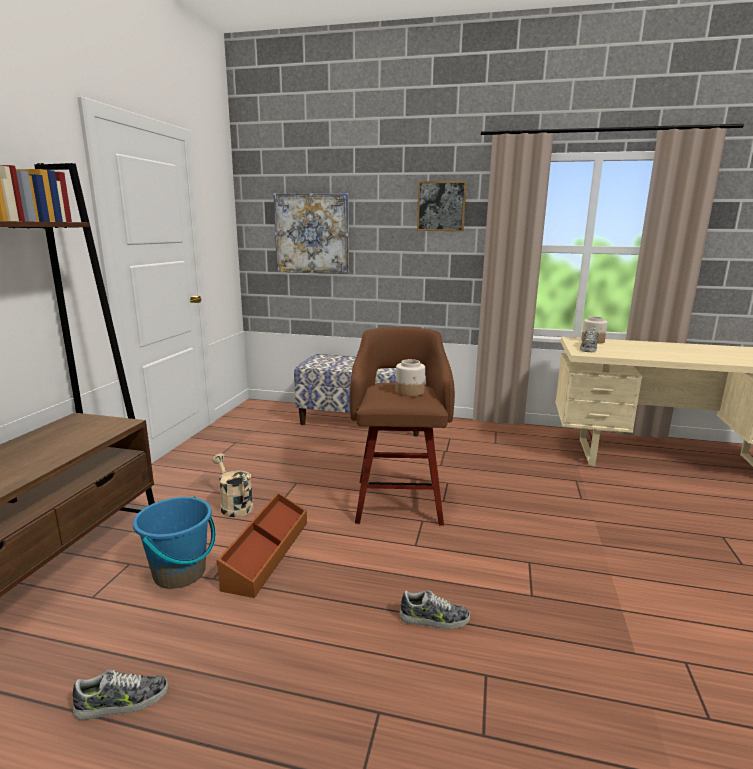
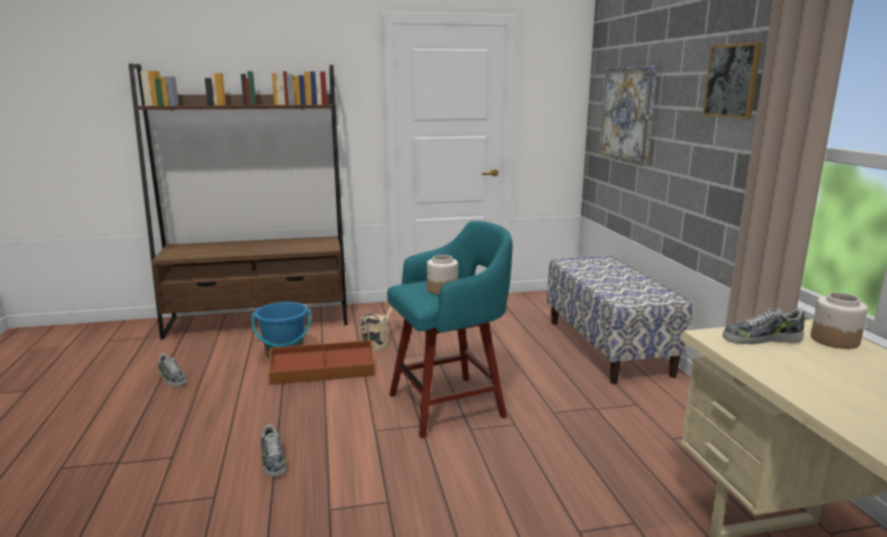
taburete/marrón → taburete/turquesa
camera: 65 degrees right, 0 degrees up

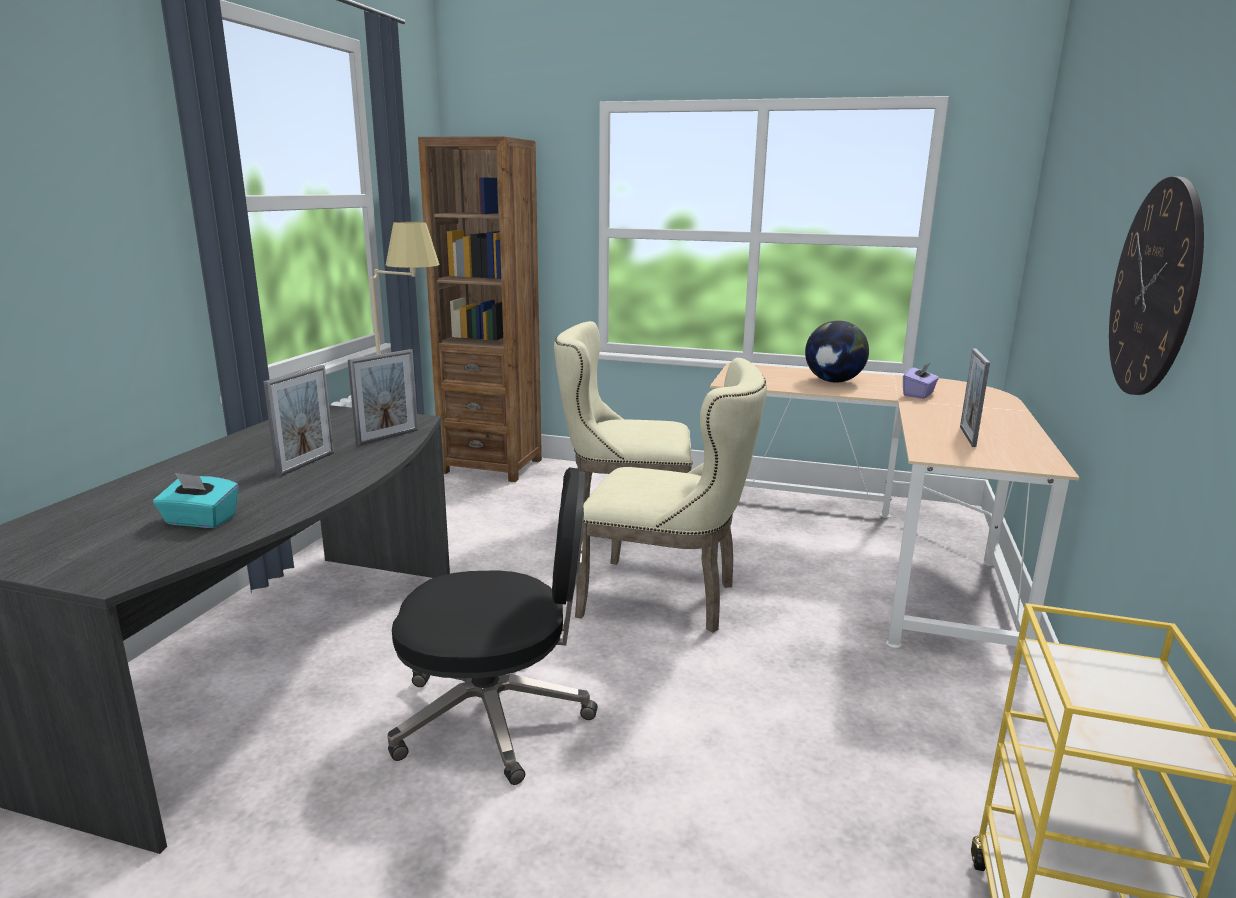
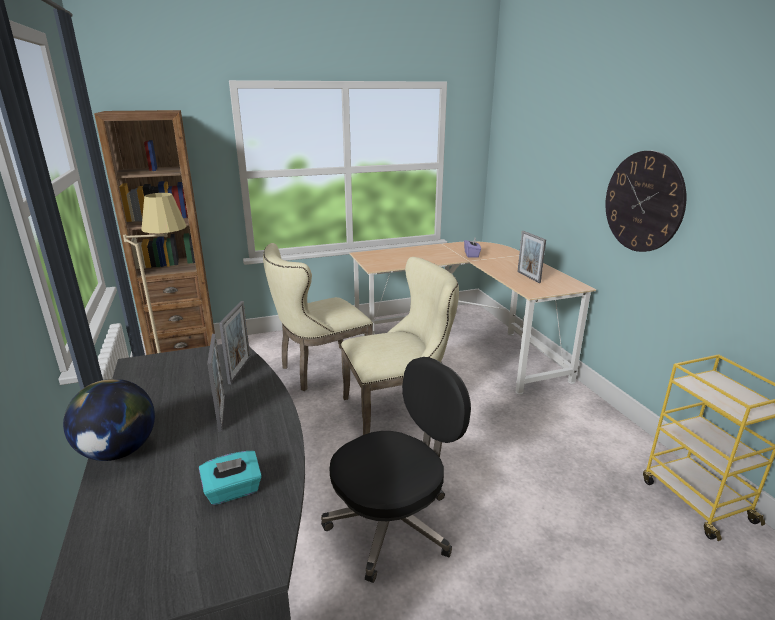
globo terráqueo, shifted
camera: 35 degrees left, 5 degrees up

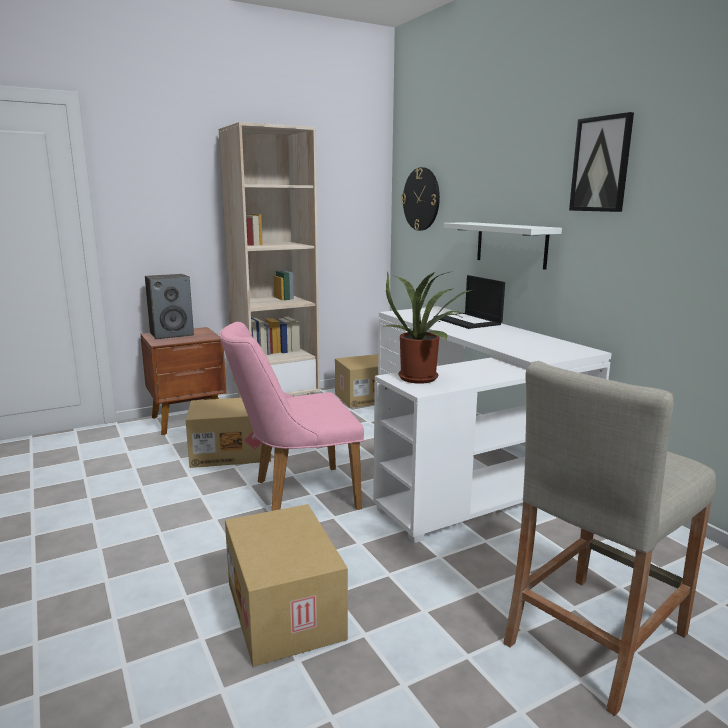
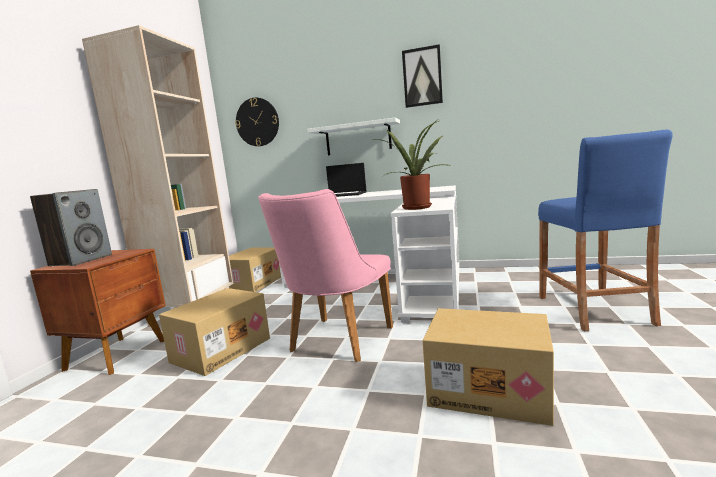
taburete/beis → taburete/azul
camera: 45 degrees left, 5 degrees down

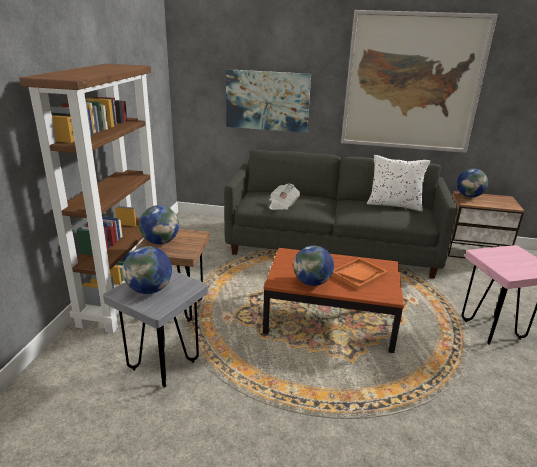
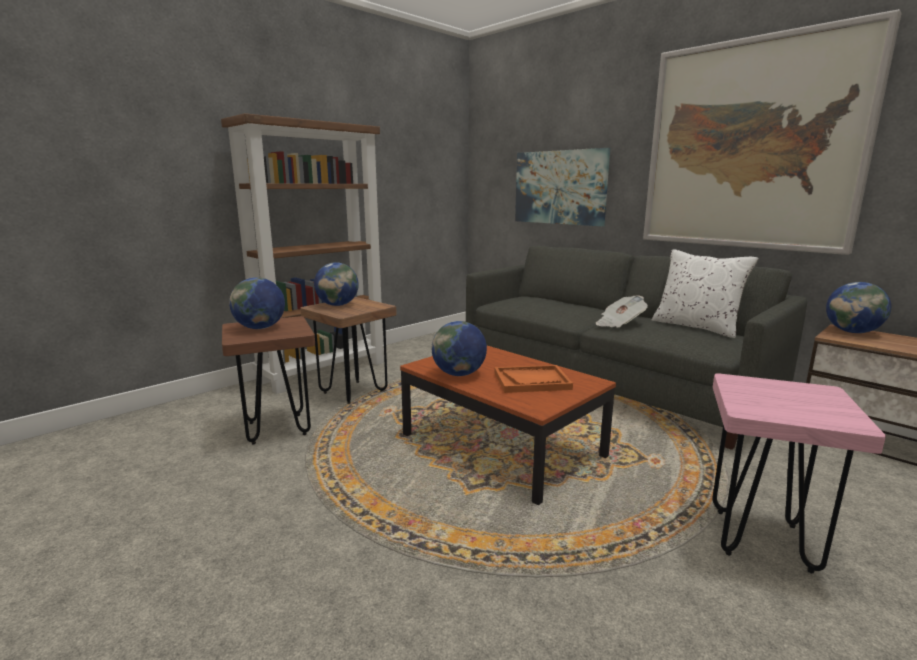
taburete/gris → taburete/marrón (no. 1 from left)
periódico, shifted
camera: 35 degrees right, 10 degrees down

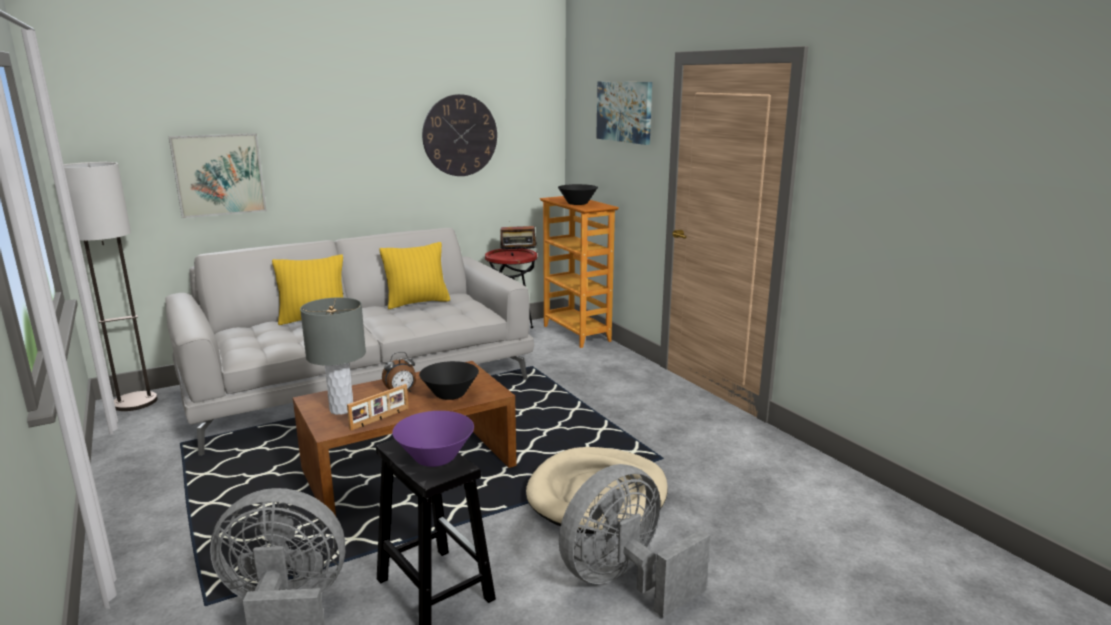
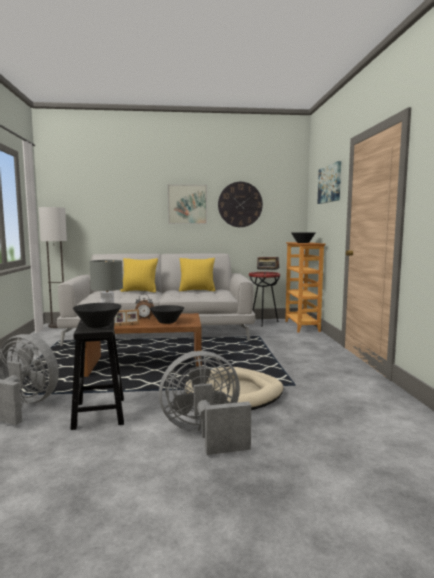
cuadro (no. 1 from left), shifted
cuenco/morado → cuenco/negro (no. 1 from left)
camera: 25 degrees right, 10 degrees down

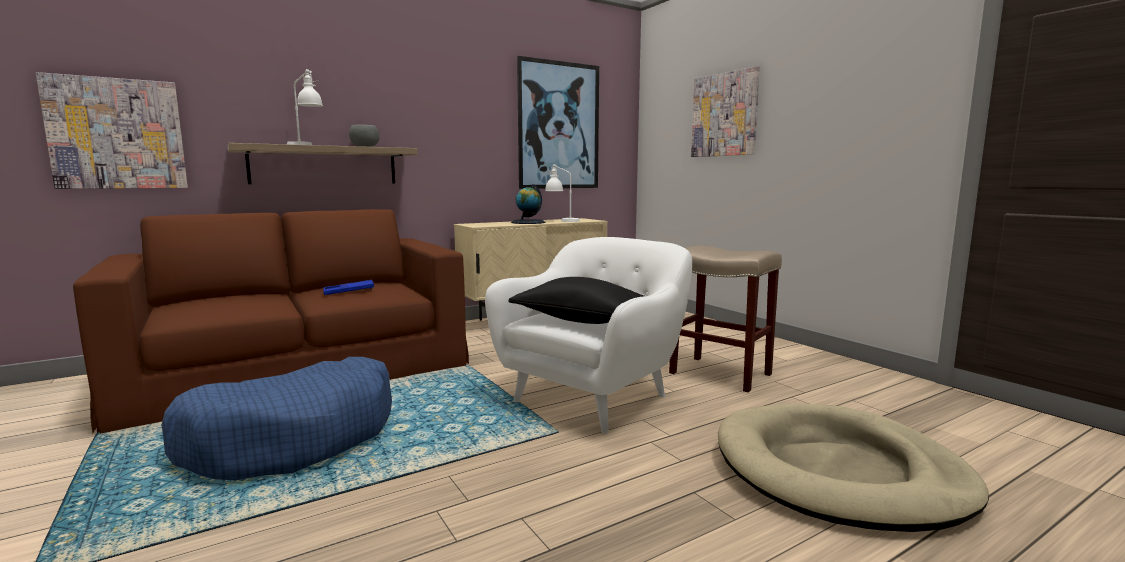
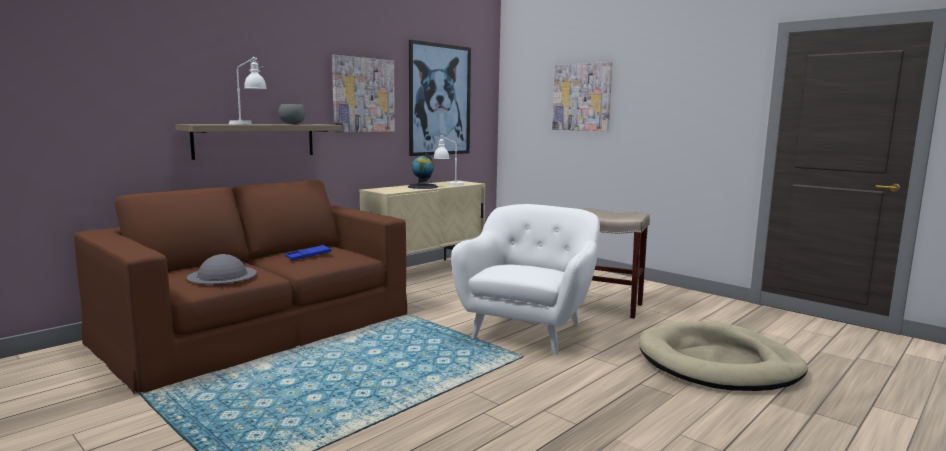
cuadro (no. 1 from left), shifted
cama para perro/azul → -
cojín/negro → -
- → sombrero/gris
camera: 15 degrees left, 0 degrees up

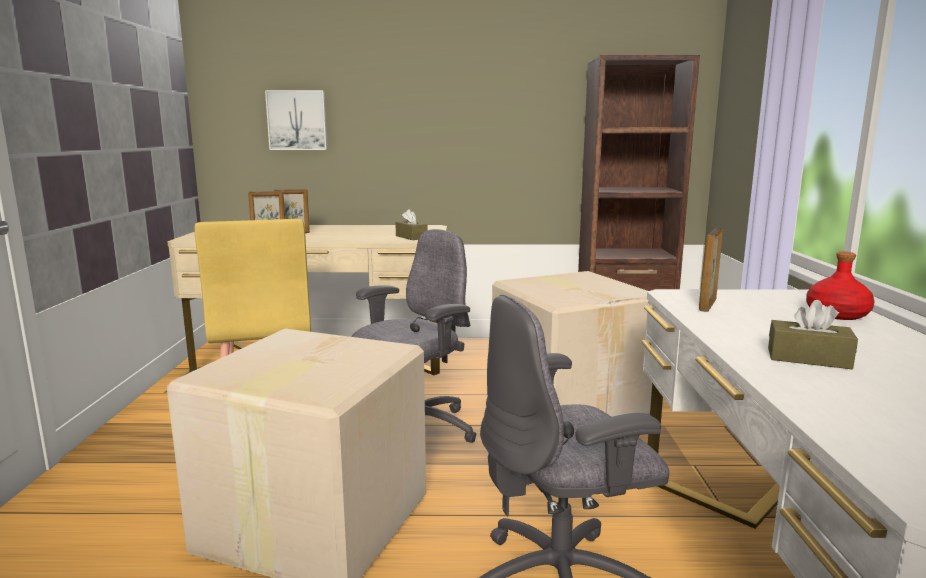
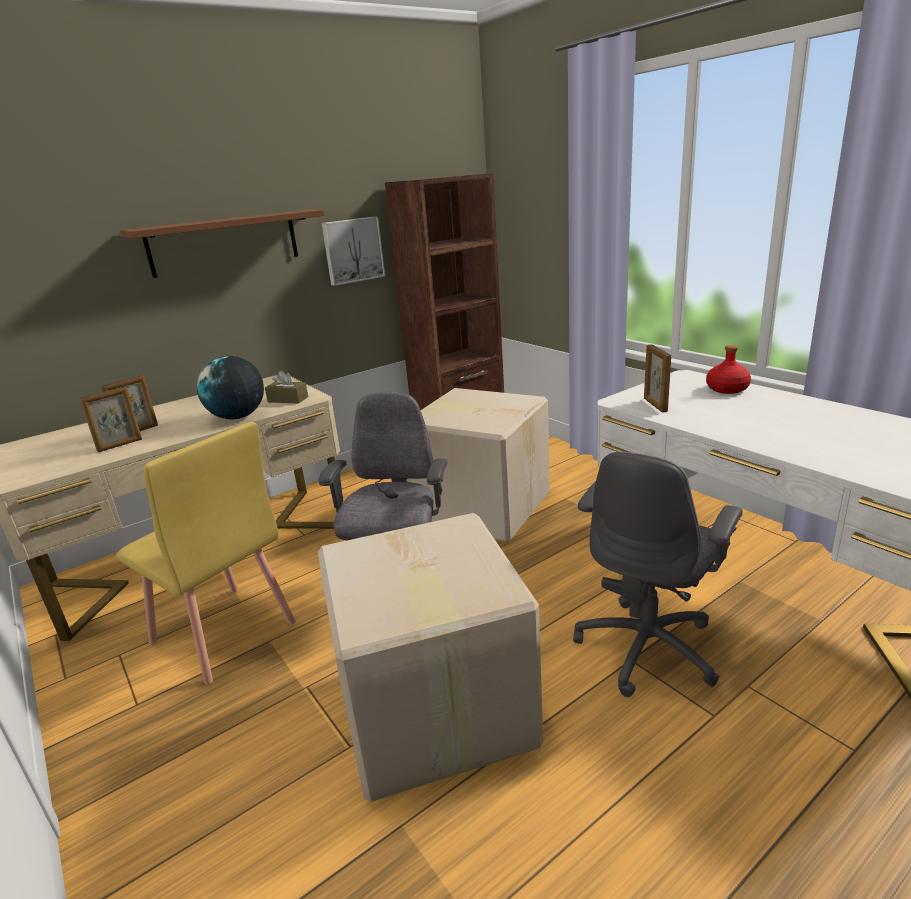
cuadro, shifted
caja de pañuelos/marrón (no. 2 from left) → -
- → estante/marrón
- → globo terráqueo
camera: 35 degrees left, 10 degrees up

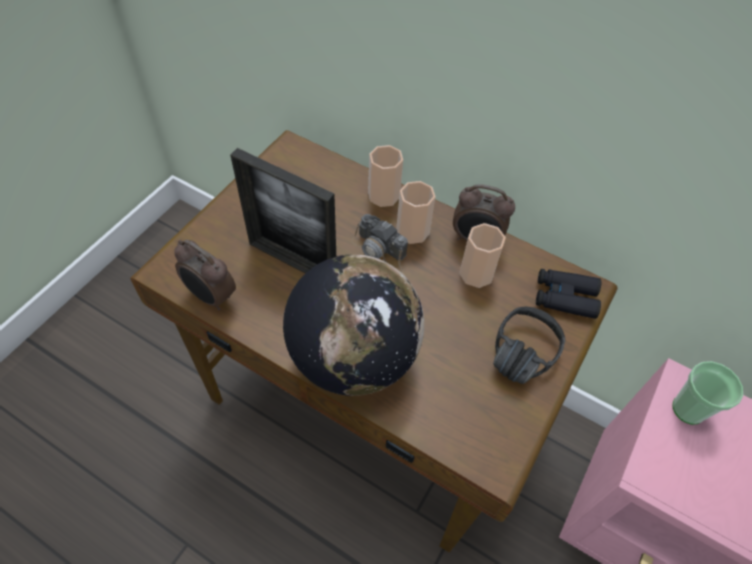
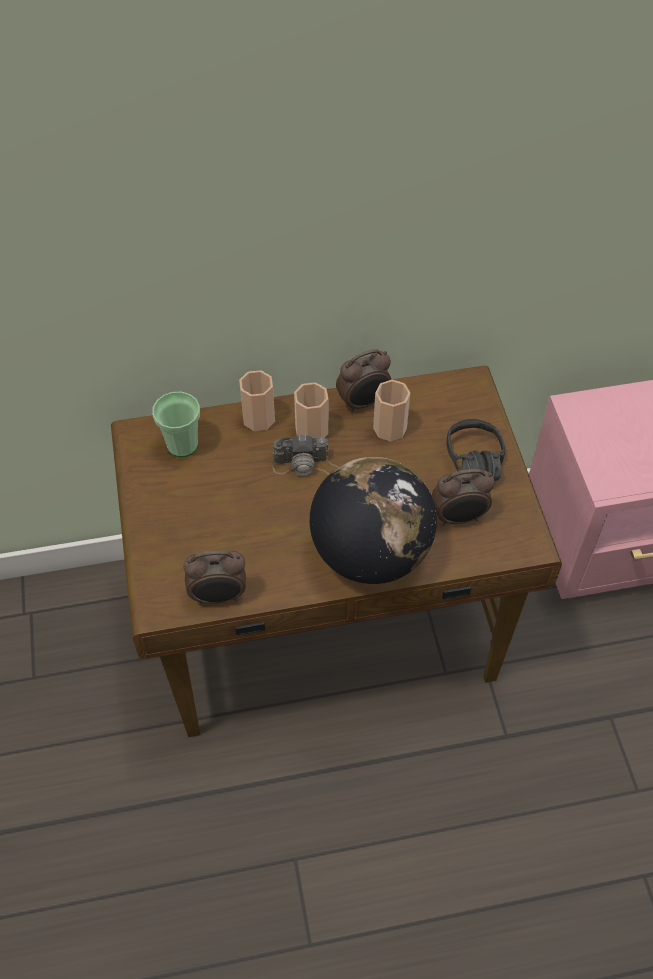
portarretratos → -
prismáticos/negro → -
taza (no. 4 from left in the first image) → taza (no. 1 from left), shifted
- → despertador (no. 3 from left)
camera: 40 degrees left, 0 degrees up

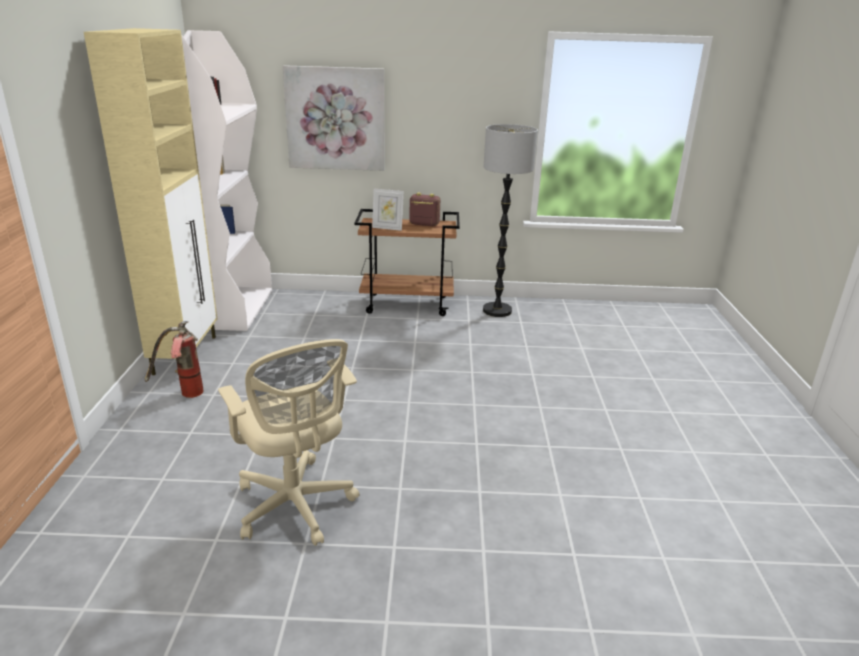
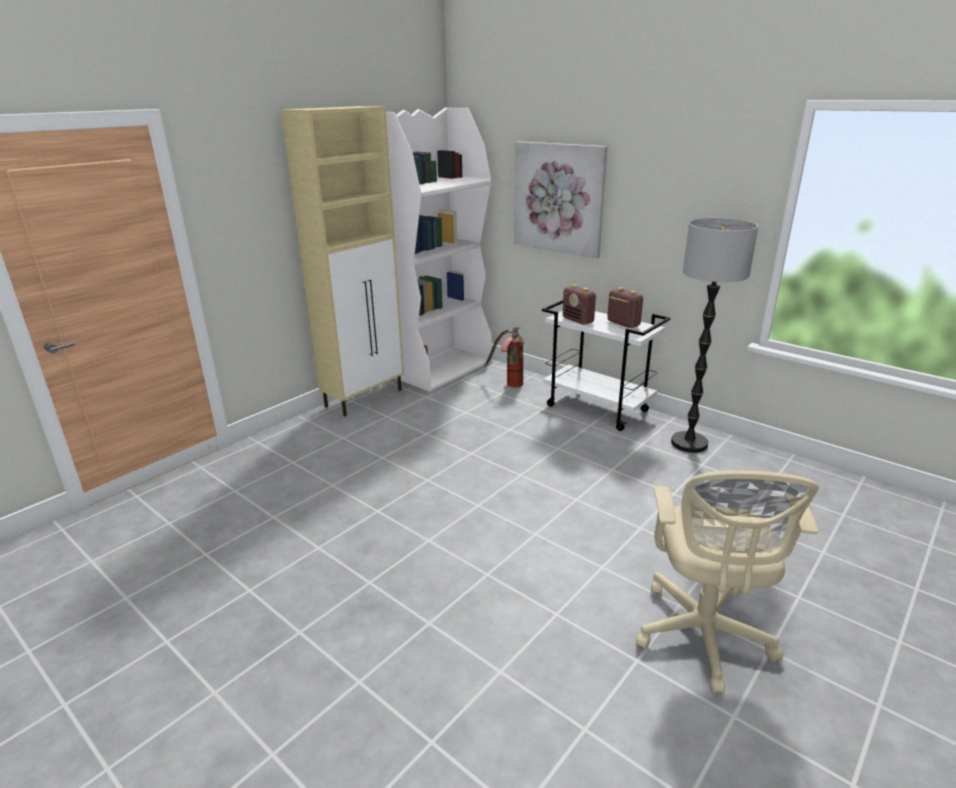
extintor, shifted
silla de oficina/beis, shifted
carrito/marrón → carrito/blanco
portarretratos → radio (no. 1 from left)
camera: 40 degrees right, 0 degrees up

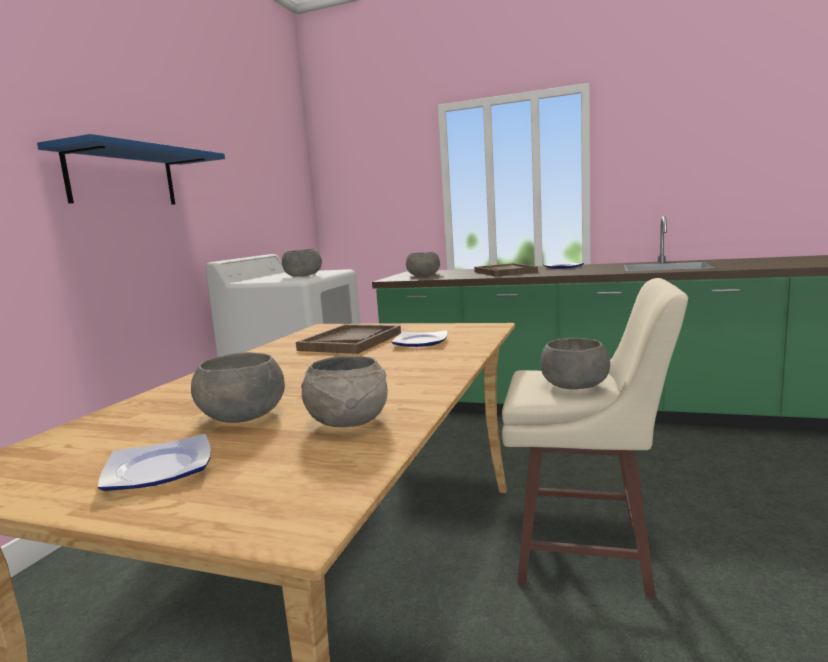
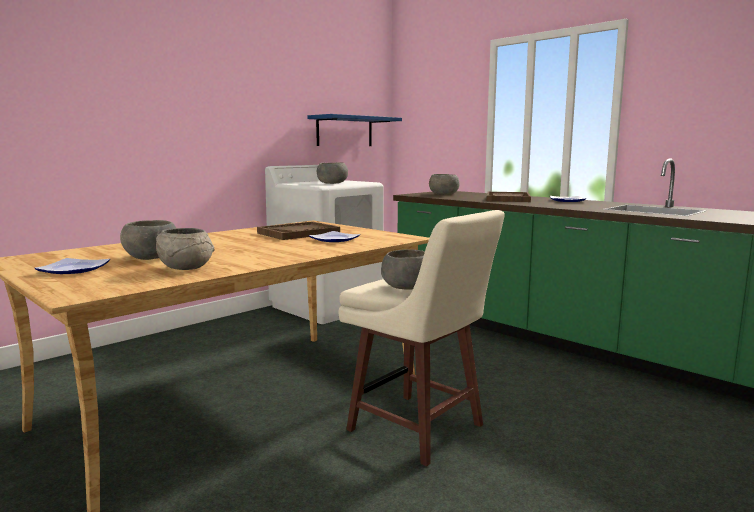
estante/azul, shifted
camera: 25 degrees right, 0 degrees up

